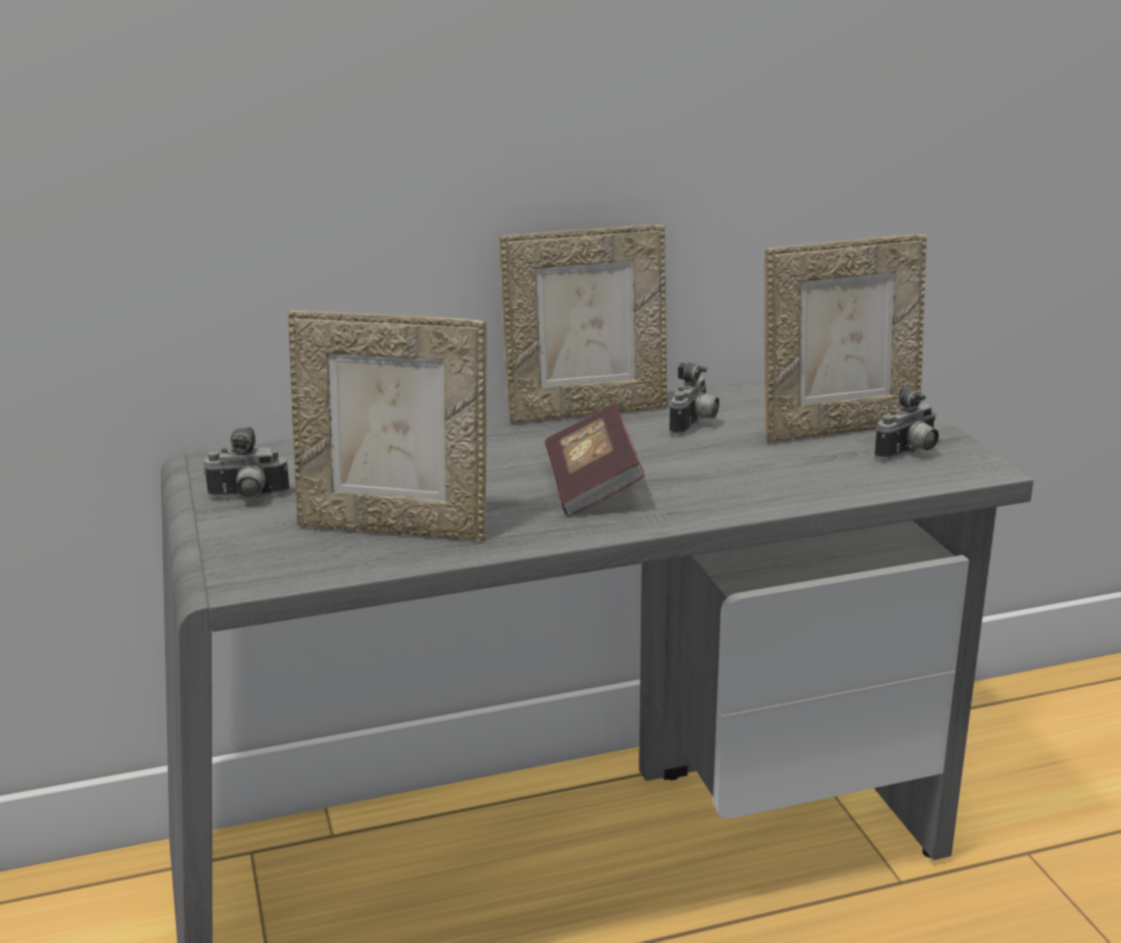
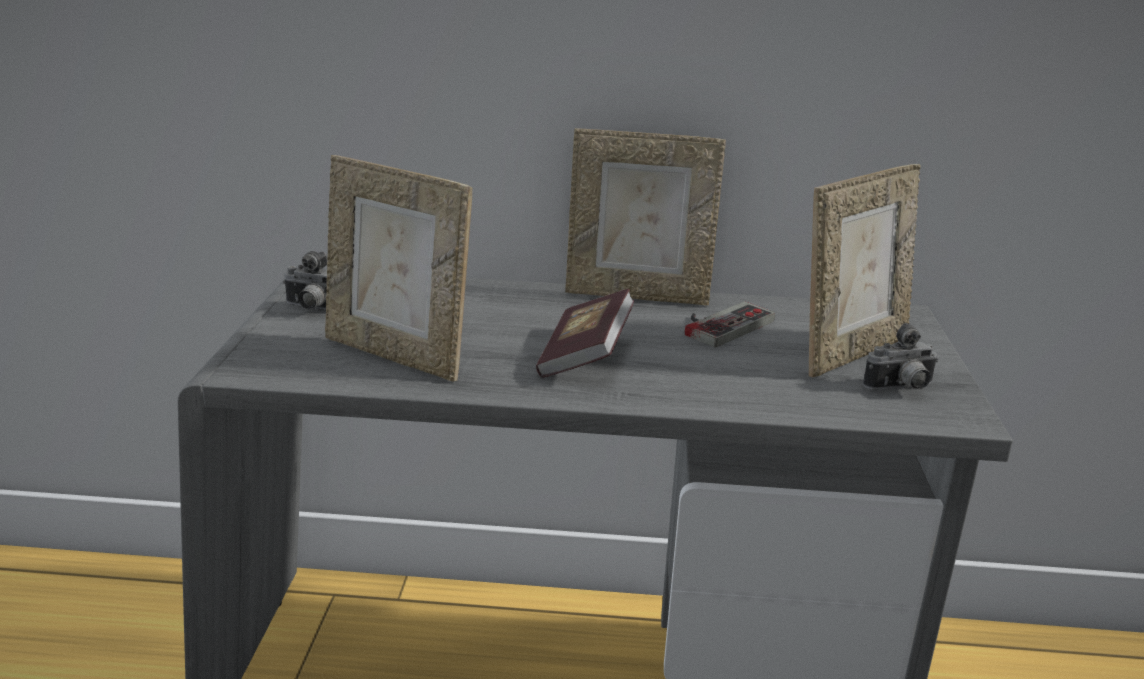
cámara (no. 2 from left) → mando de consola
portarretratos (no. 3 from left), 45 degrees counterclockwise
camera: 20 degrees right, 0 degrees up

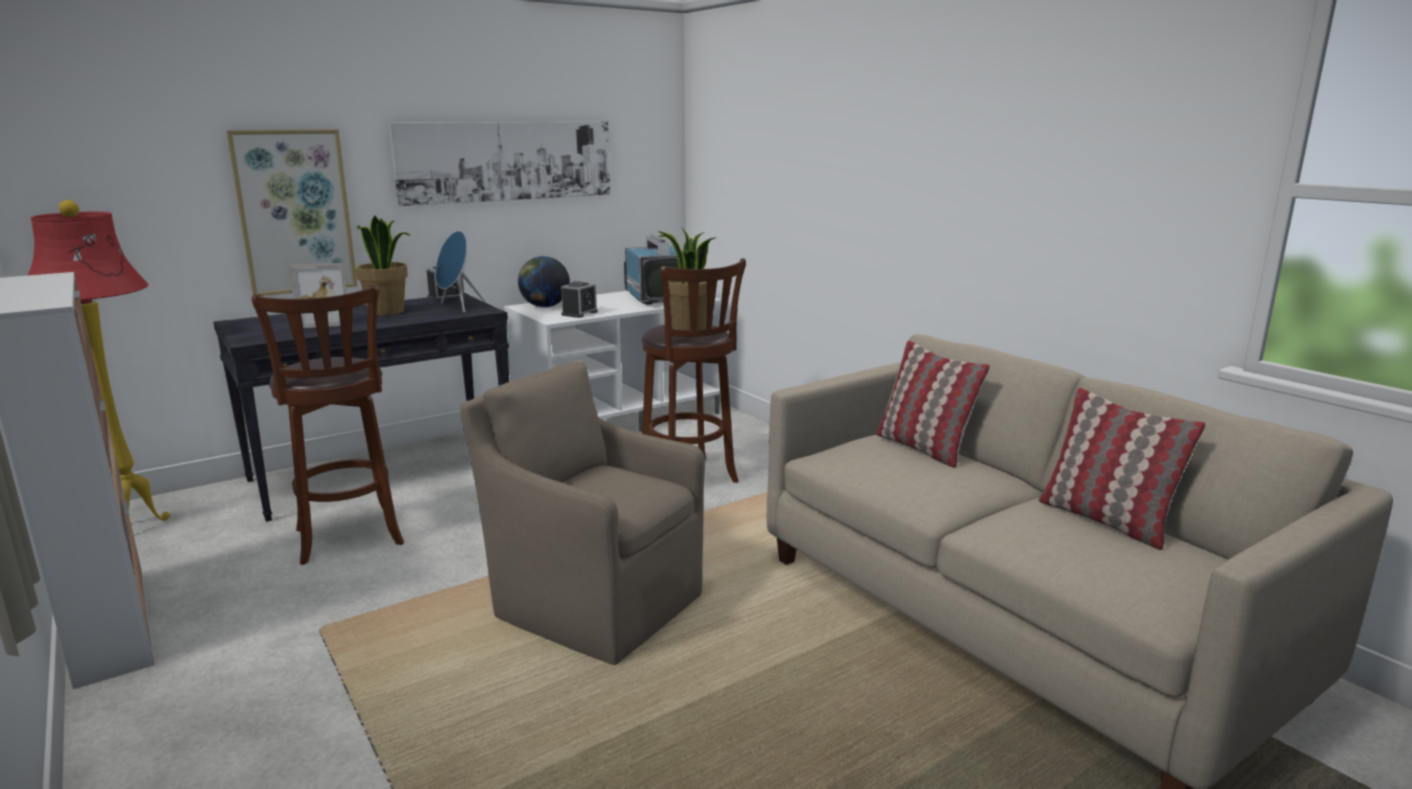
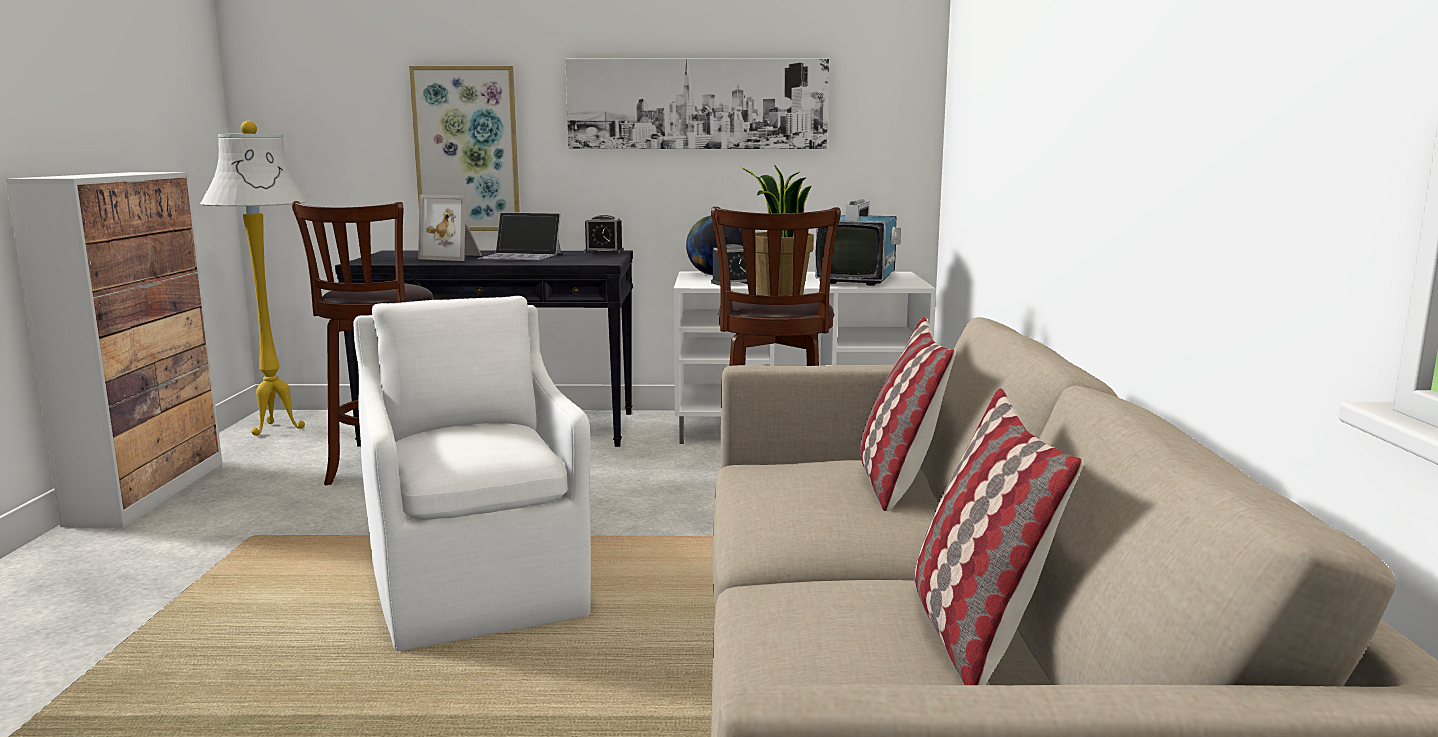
lámpara de pie/rojo → lámpara de pie/blanco
planta en maceta (no. 1 from left) → portátil
altavoz/azul → -
sillón/marrón → sillón/blanco
camera: 35 degrees right, 5 degrees down

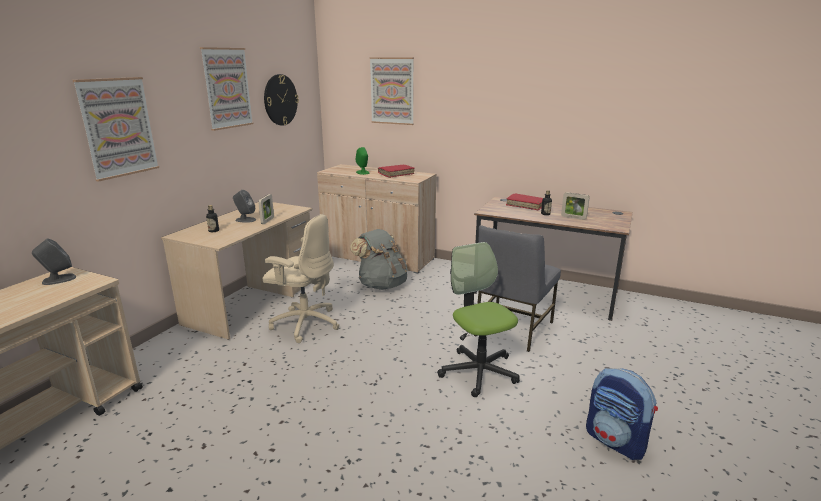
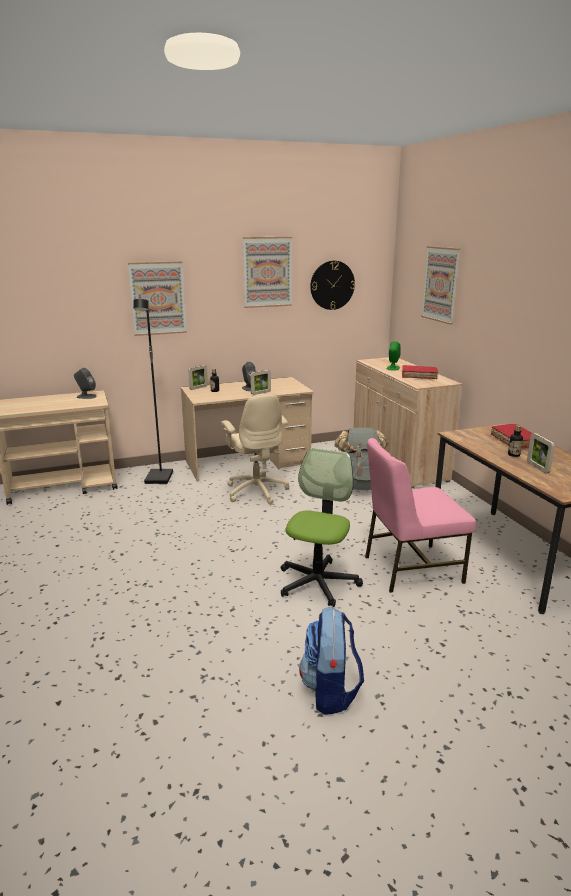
silla/gris → silla/rosa
- → lámpara de pie/negro
- → portarretratos (no. 1 from left)
camera: 45 degrees right, 0 degrees up

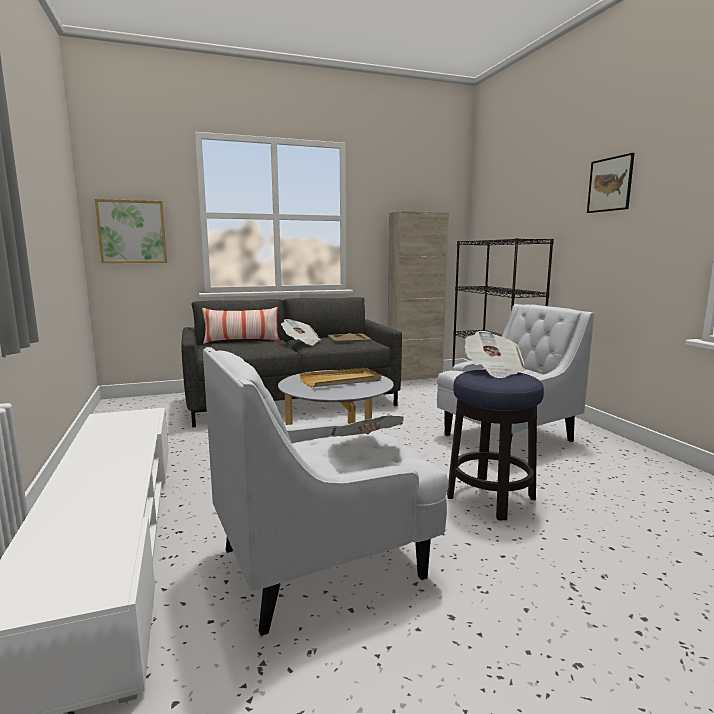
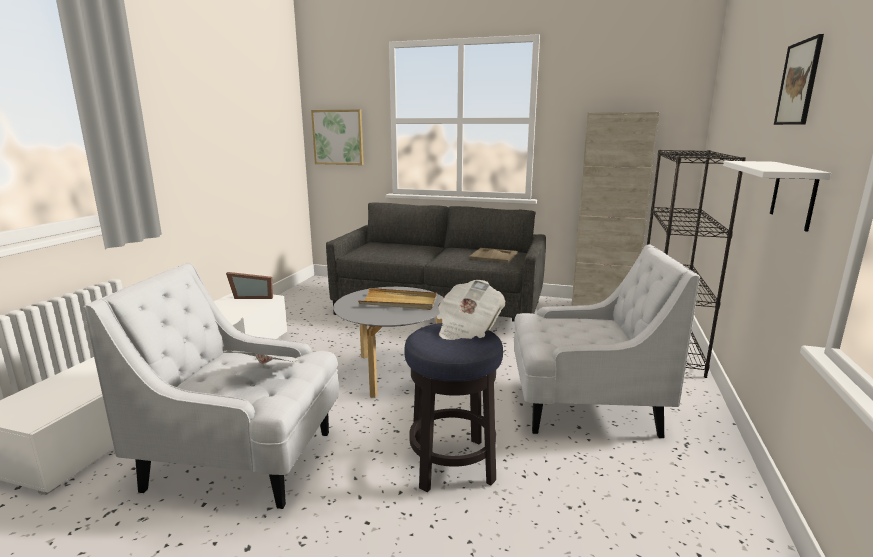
cojín → -
periódico (no. 1 from left) → -
- → portarretratos
- → estante/blanco
camera: 35 degrees right, 5 degrees up

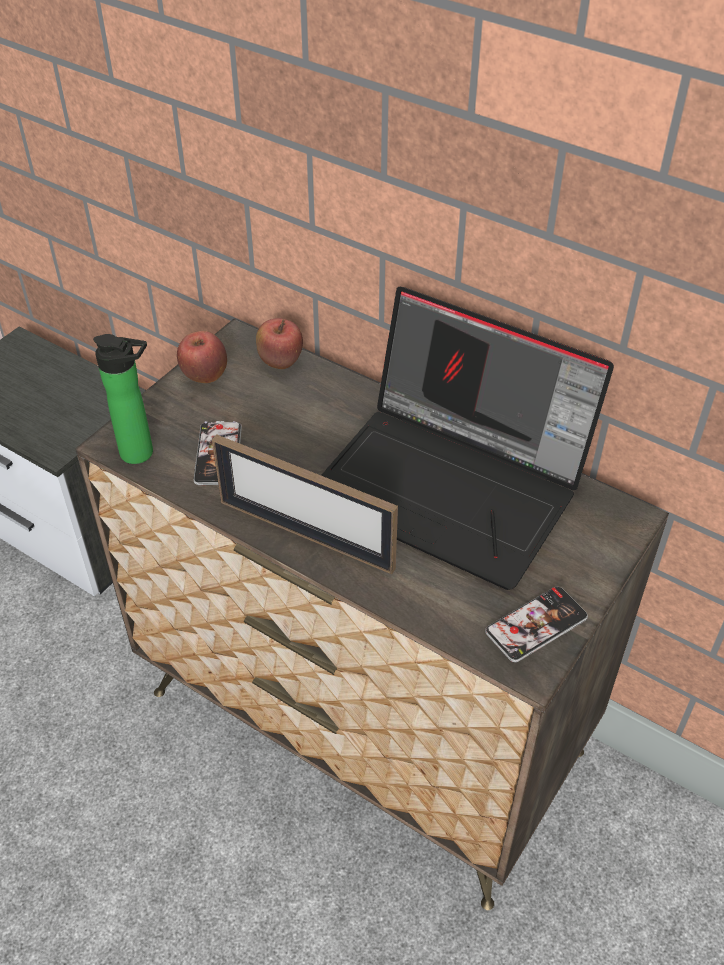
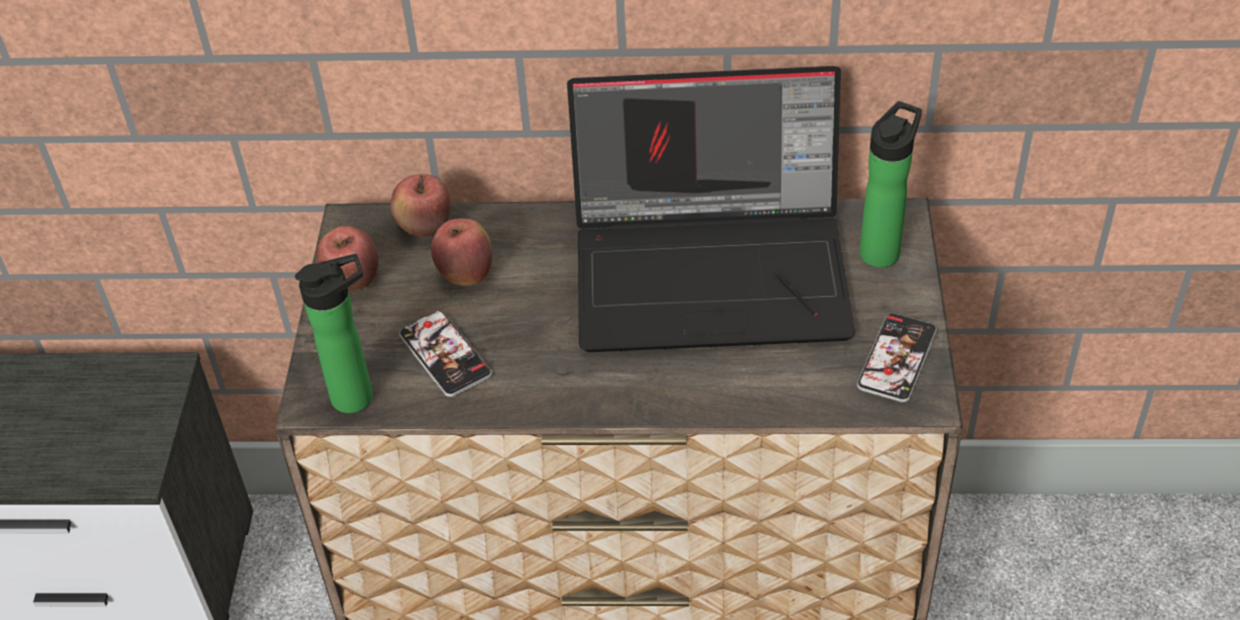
portarretratos → -
- → manzana (no. 3 from left)
- → botella (no. 2 from left)
camera: 30 degrees left, 0 degrees up

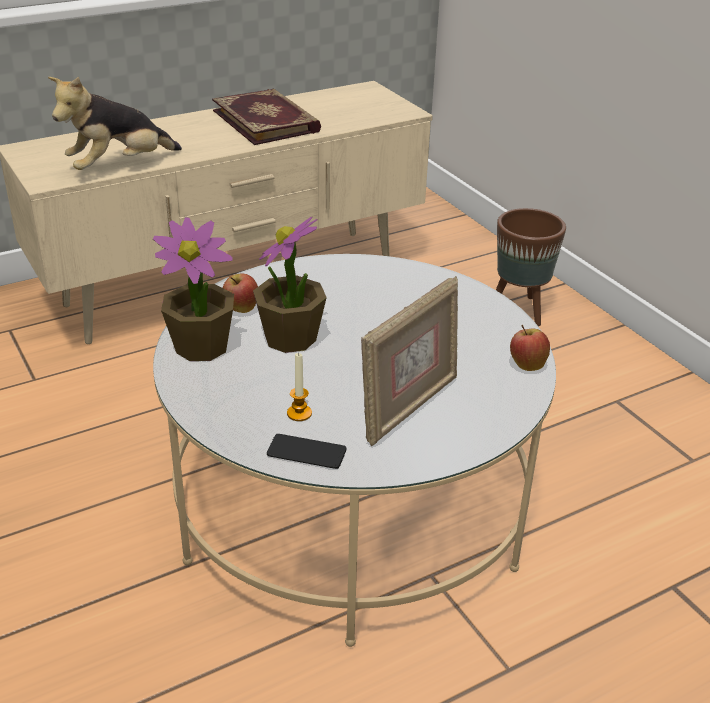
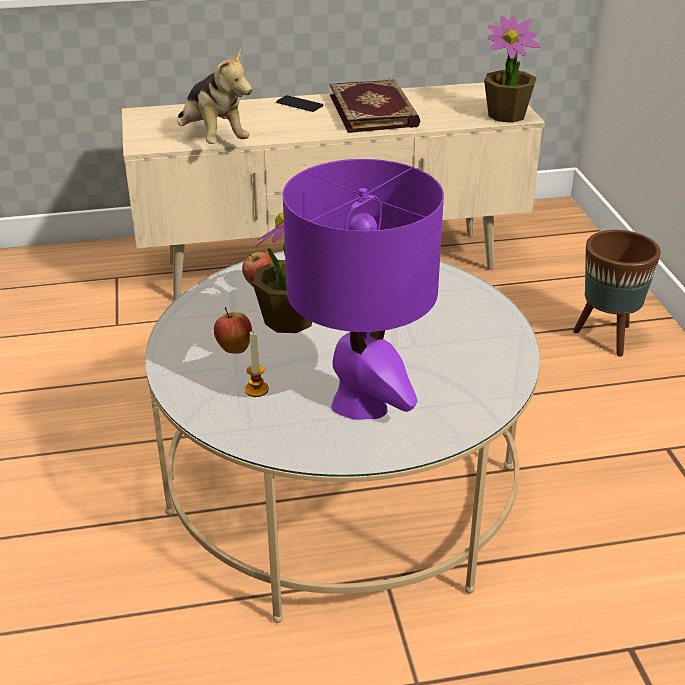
peluche, 105 degrees counterclockwise
planta en maceta (no. 1 from left in the first image) → planta en maceta (no. 2 from left), shifted
móvil, shifted
portarretratos → lámpara de mesa/morado
manzana (no. 2 from left in the first image) → manzana (no. 1 from left), shifted
camera: 20 degrees right, 0 degrees up

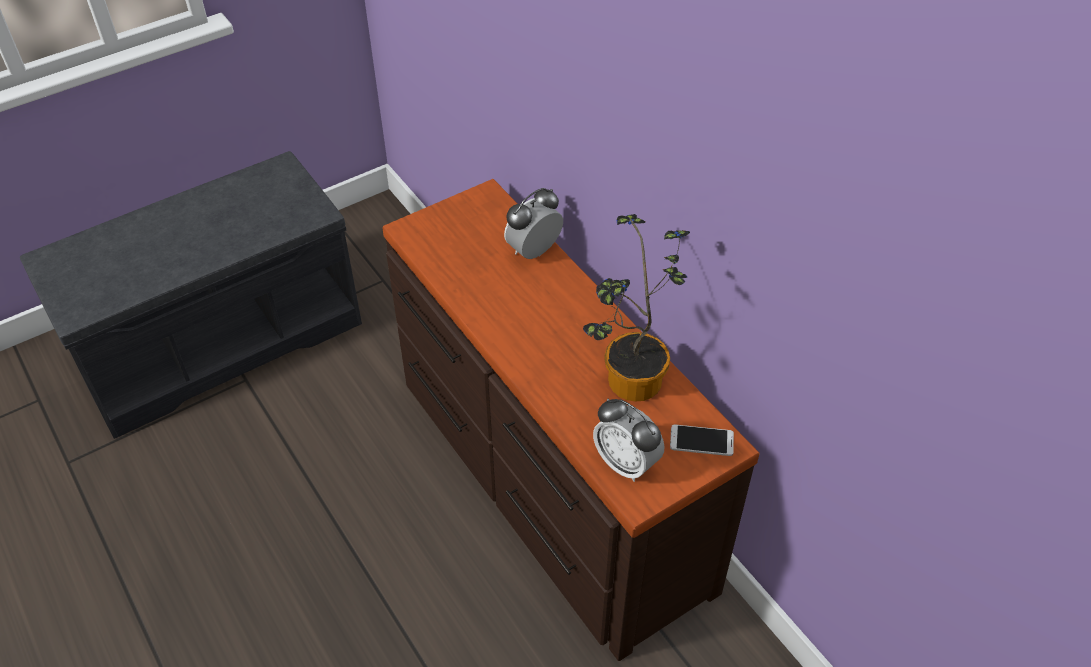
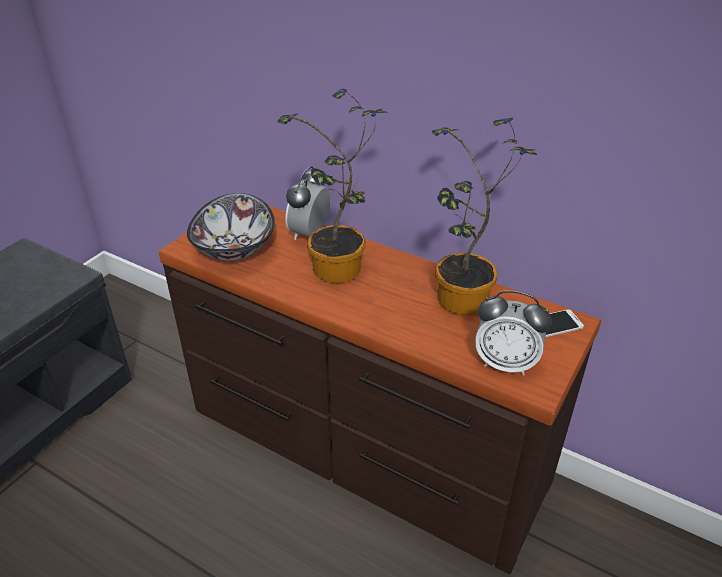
- → cuenco
- → planta en maceta (no. 1 from left)
camera: 25 degrees left, 10 degrees down

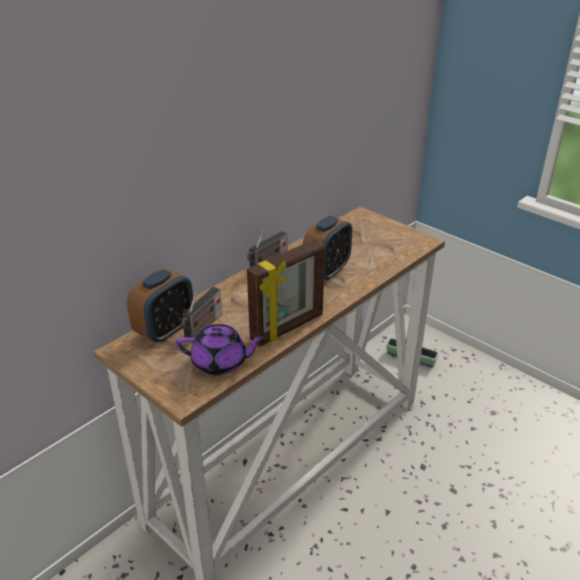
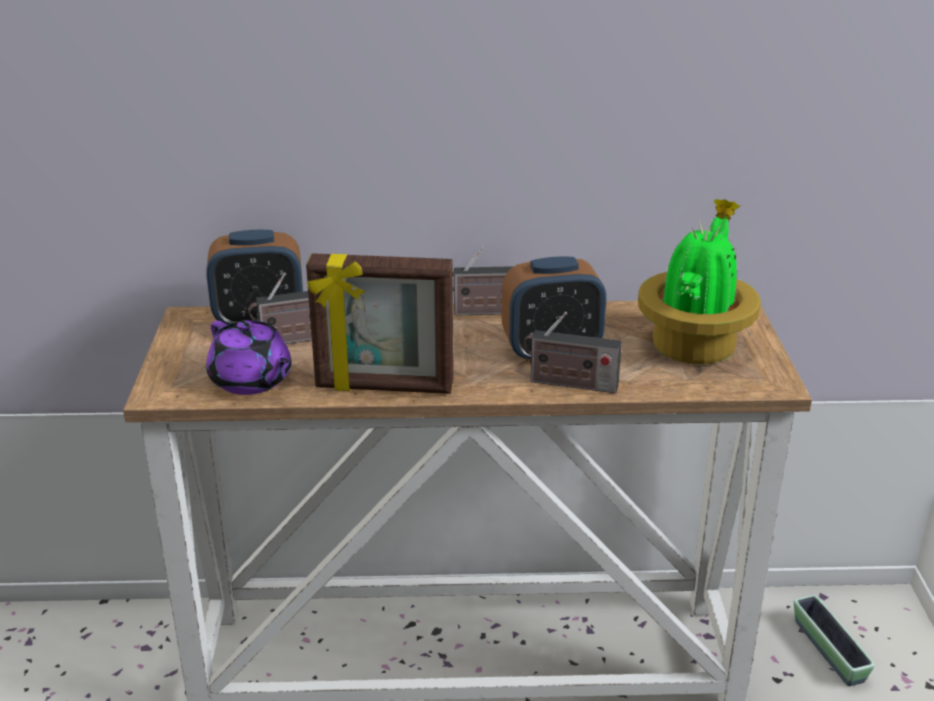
- → radio (no. 3 from left)
- → planta en maceta
camera: 45 degrees right, 5 degrees down

